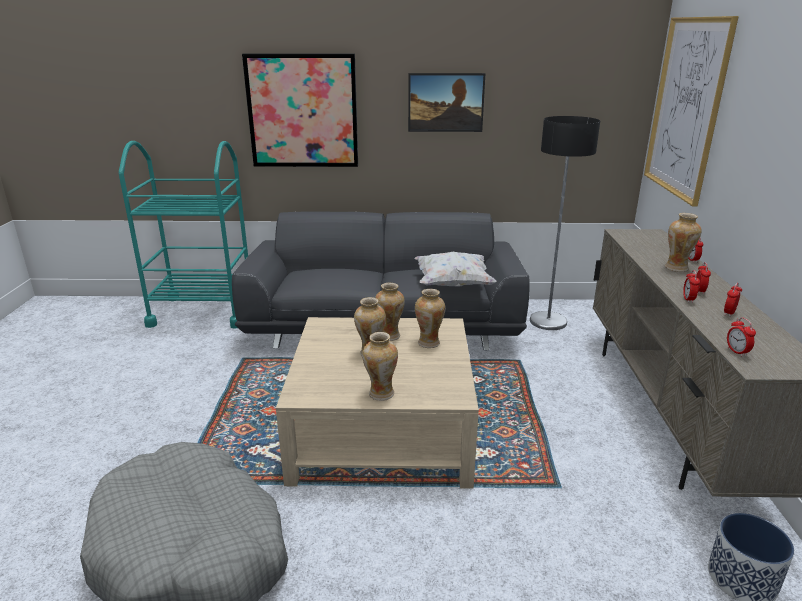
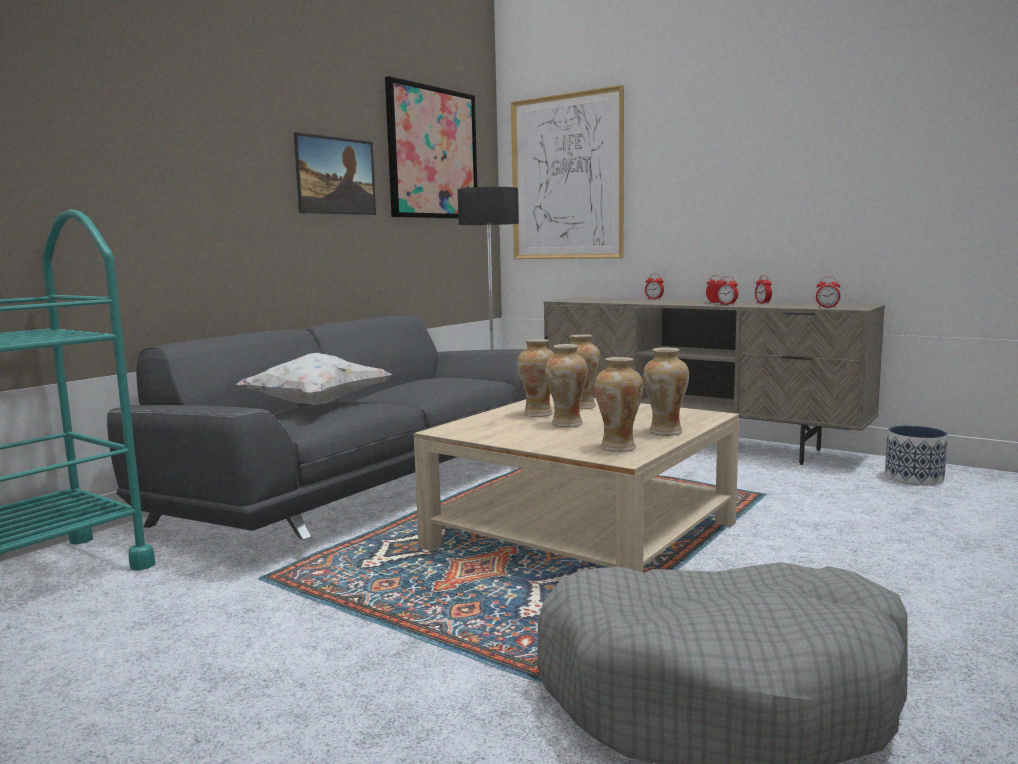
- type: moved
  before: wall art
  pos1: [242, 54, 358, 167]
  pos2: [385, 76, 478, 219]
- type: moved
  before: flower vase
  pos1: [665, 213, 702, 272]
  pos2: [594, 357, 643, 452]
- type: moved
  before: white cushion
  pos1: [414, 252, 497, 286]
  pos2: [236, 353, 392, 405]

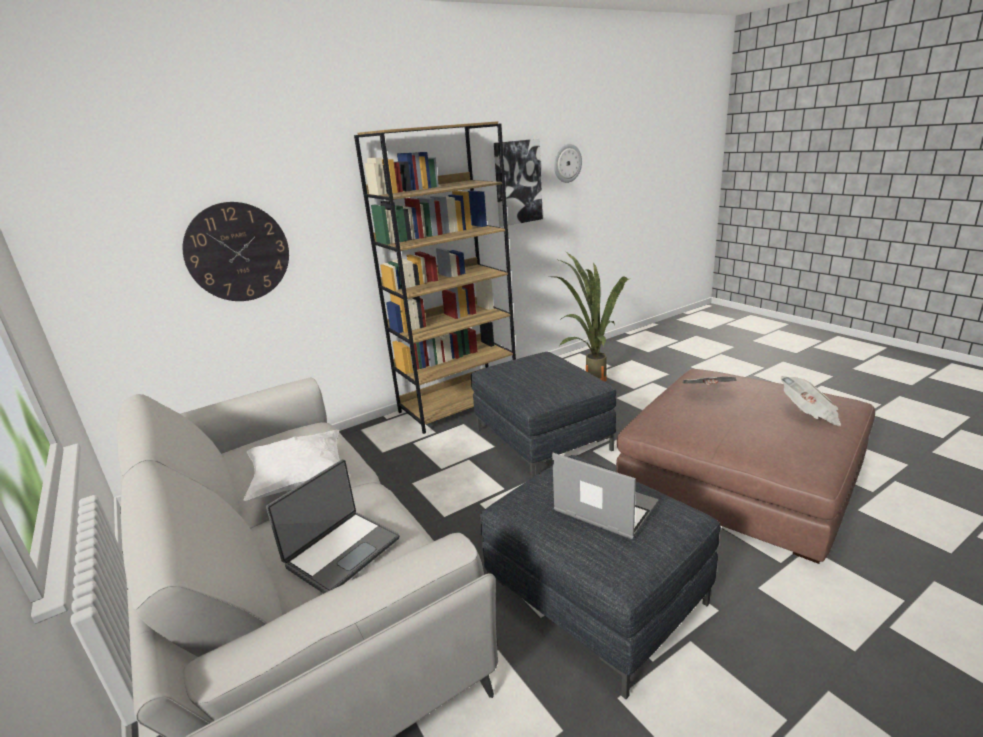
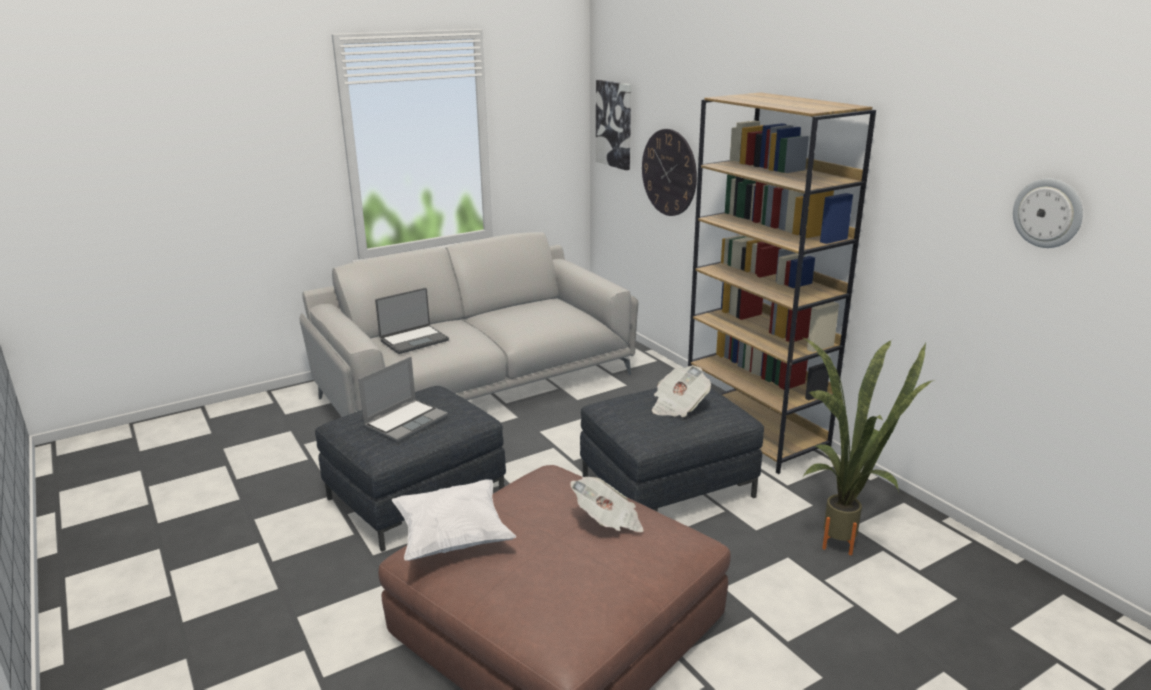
- type: moved
  before: wall art
  pos1: [494, 139, 543, 227]
  pos2: [596, 80, 631, 170]
- type: moved
  before: daily paper
  pos1: [780, 376, 841, 426]
  pos2: [652, 366, 711, 417]
- type: moved
  before: white cushion
  pos1: [244, 430, 349, 501]
  pos2: [392, 479, 516, 561]
- type: turned
  before: notebook computer
  pos1: [266, 459, 400, 593]
  pos2: [375, 288, 449, 354]
  turn: -75

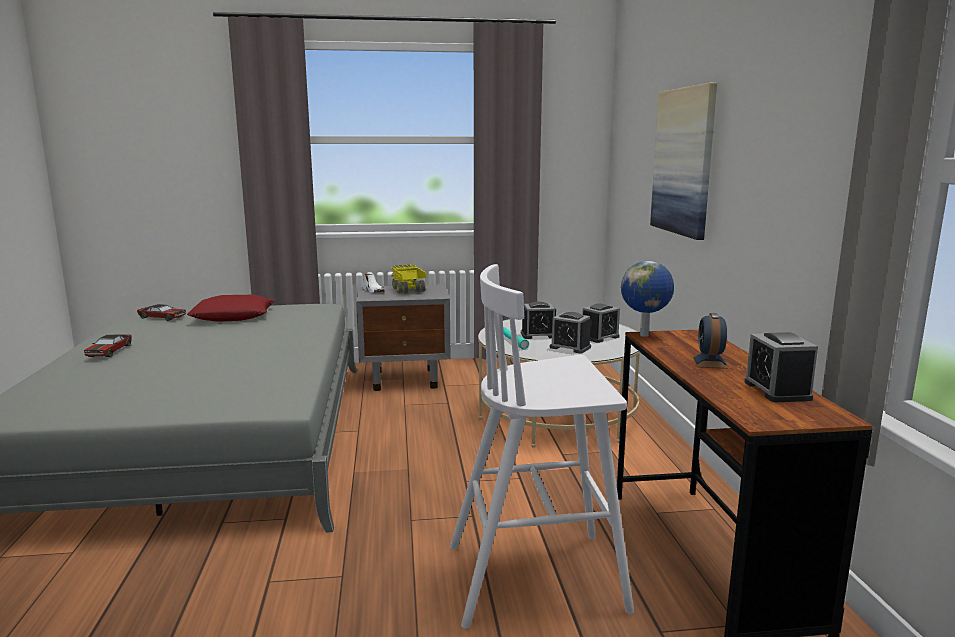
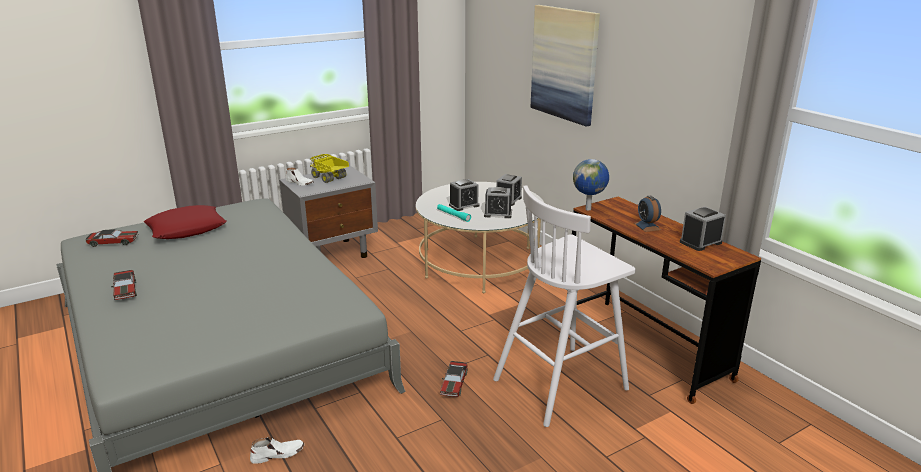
- type: turned
  before: alarm clock
  pos1: [744, 332, 818, 402]
  pos2: [680, 207, 726, 251]
  turn: 90
- type: added
  after: model car
  pos2: [440, 361, 467, 397]
- type: added
  after: white item of footwear
  pos2: [250, 437, 304, 464]

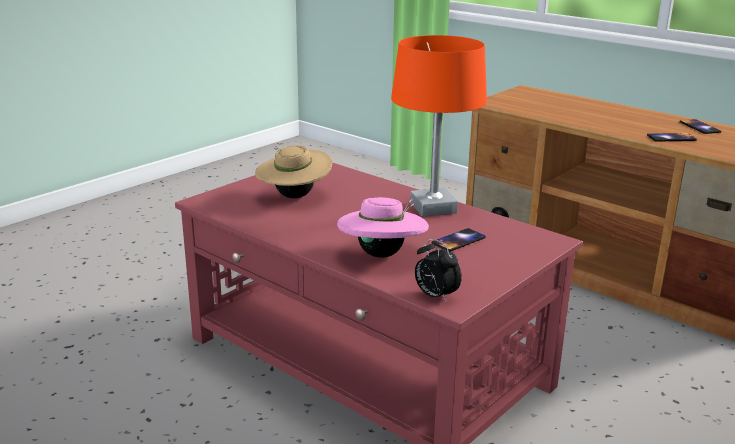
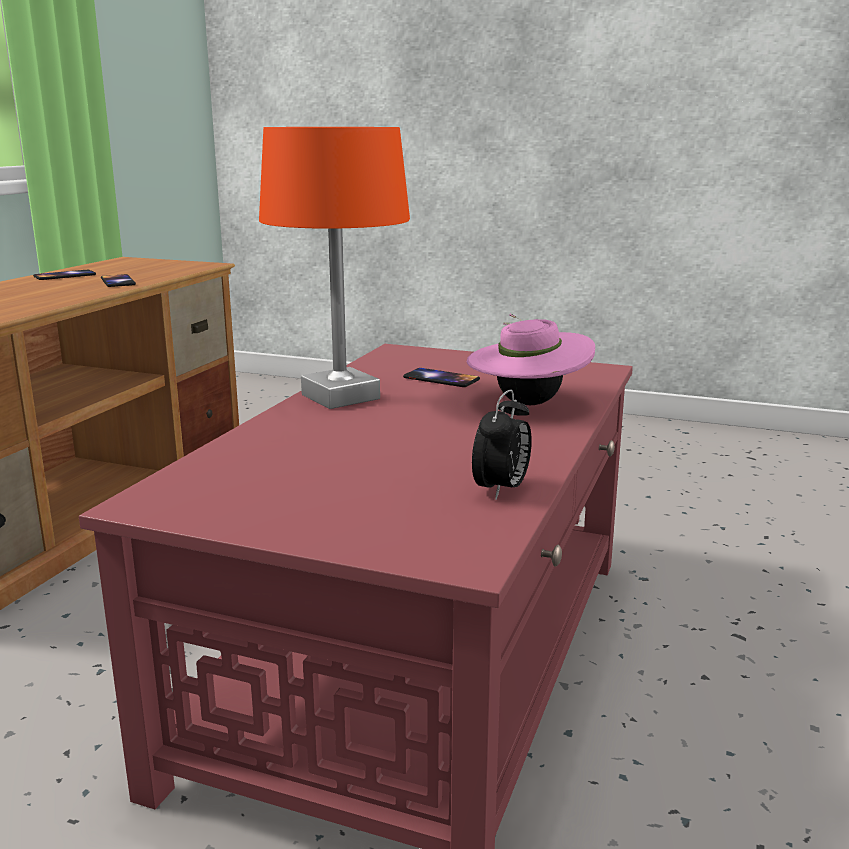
- type: removed
  before: beige-coloured clothing hat
  pos1: [255, 143, 332, 198]
- type: moved
  before: alarm clock
  pos1: [415, 239, 462, 303]
  pos2: [472, 390, 532, 500]

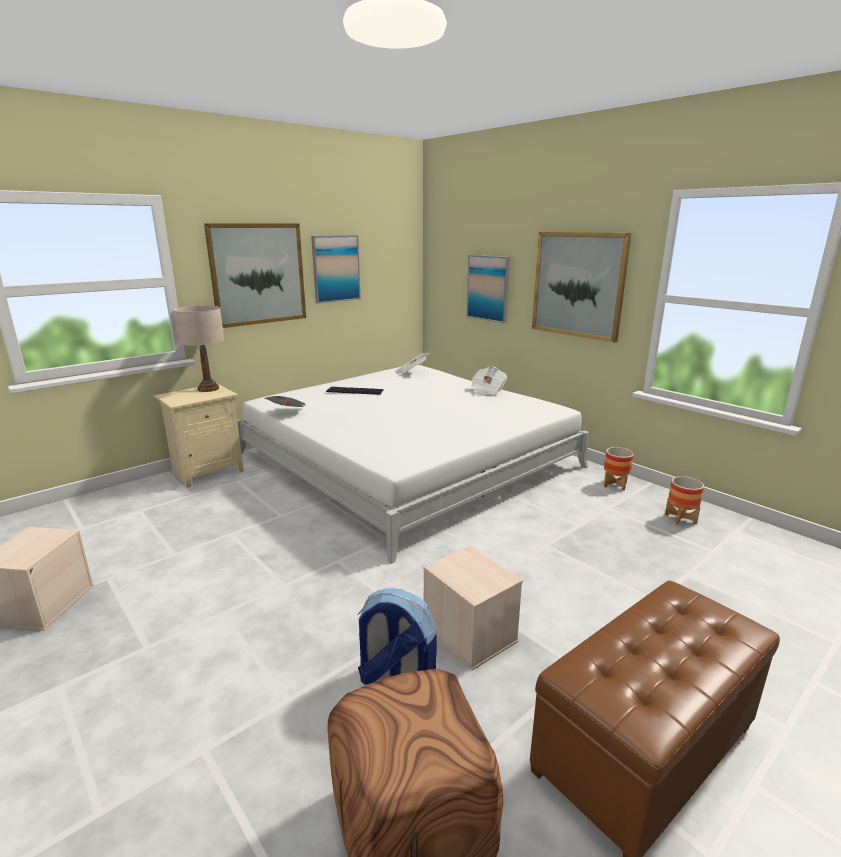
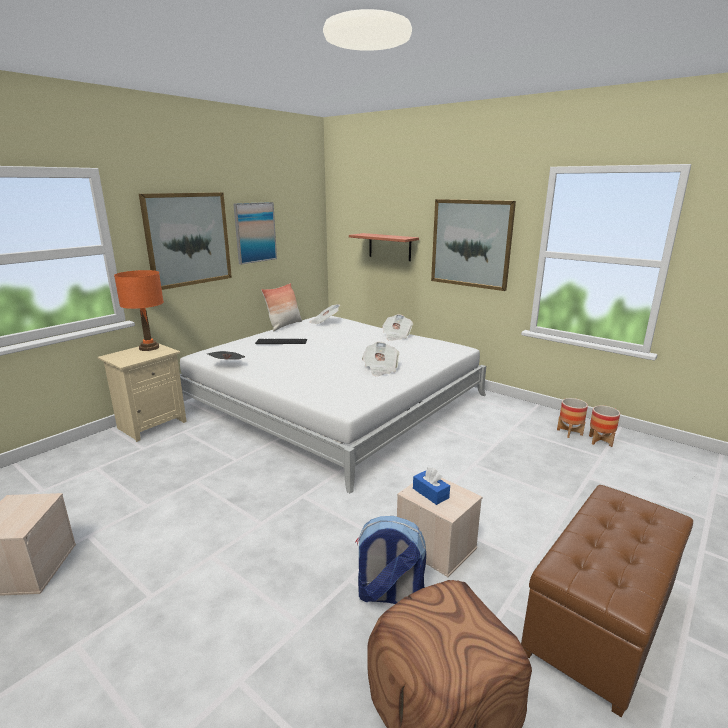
- type: replaced
  before: wall art
  after: wall shelf
  pos1: [467, 255, 510, 323]
  pos2: [349, 233, 419, 261]
- type: recoloured
  before: beige-coloured tabletop lamp
  after: orangey tabletop lamp
  pos1: [173, 306, 224, 392]
  pos2: [114, 270, 164, 351]
- type: moved
  before: plant pot
  pos1: [604, 447, 634, 491]
  pos2: [589, 406, 620, 447]
- type: added
  after: cushion
  pos2: [261, 283, 302, 331]
- type: added
  after: daily paper
  pos2: [362, 342, 400, 376]
- type: added
  after: blue tissue holder
  pos2: [413, 467, 450, 505]

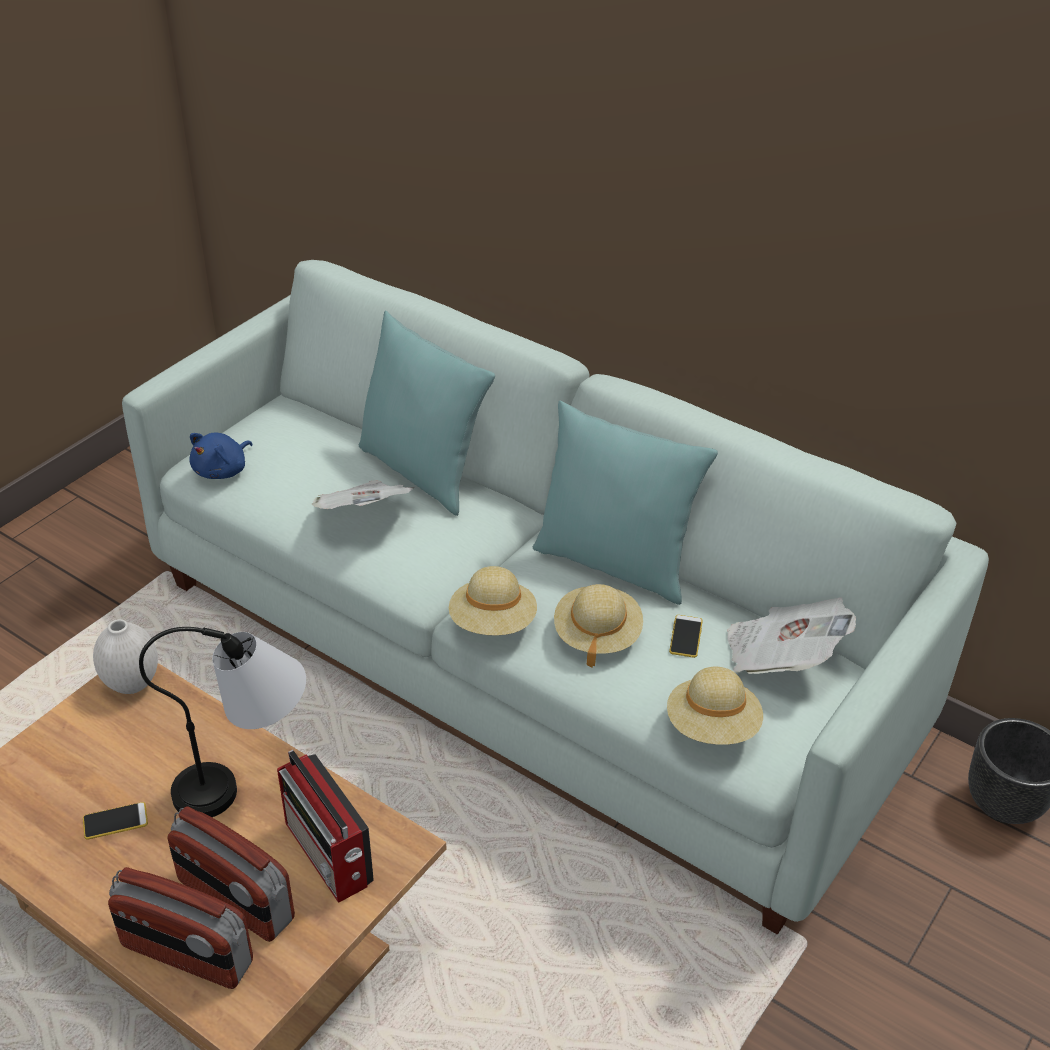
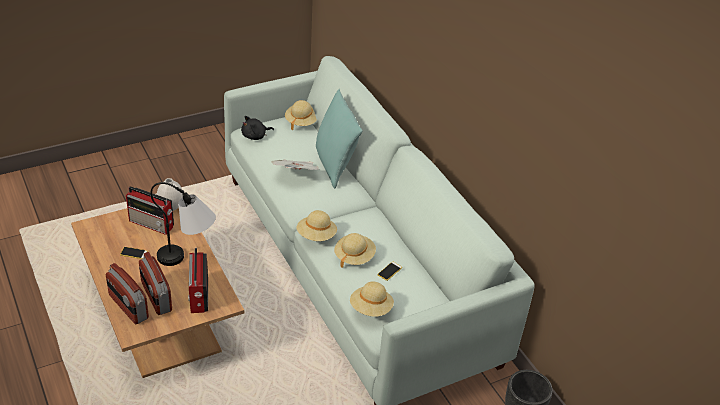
- type: removed
  before: blue-green cushion
  pos1: [533, 401, 718, 605]
- type: recoloured
  before: blue plush toy
  after: blackish plush toy
  pos1: [189, 433, 252, 479]
  pos2: [241, 116, 274, 140]
- type: removed
  before: daily paper
  pos1: [727, 597, 856, 674]
- type: added
  after: beige-coloured clothing hat
  pos2: [285, 100, 317, 130]
- type: added
  after: radio
  pos2: [126, 186, 174, 235]

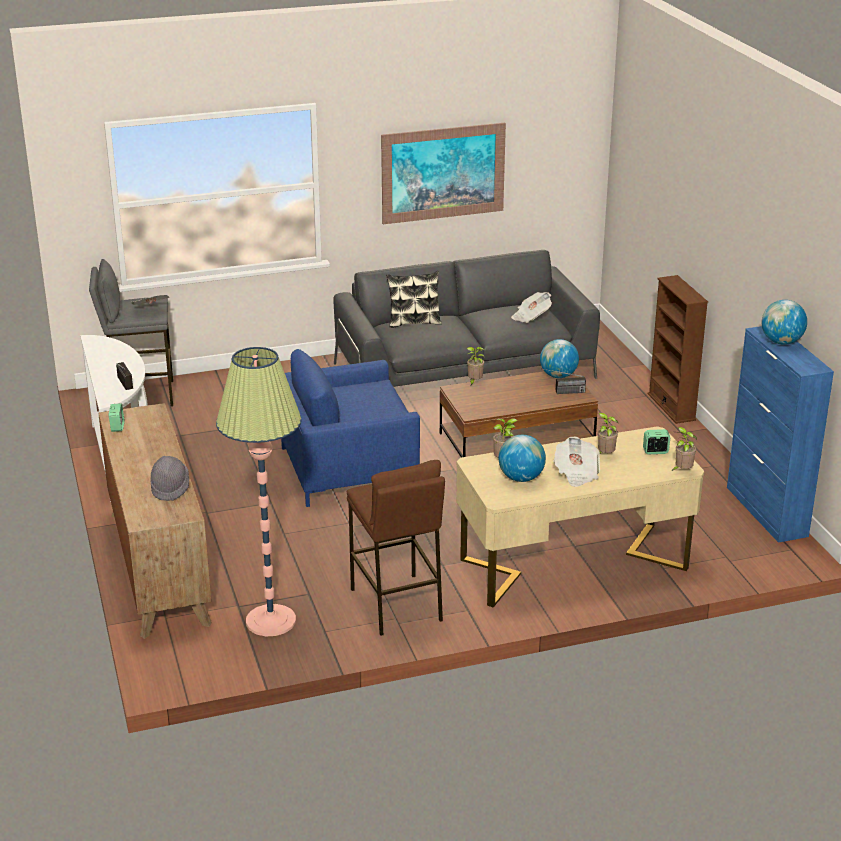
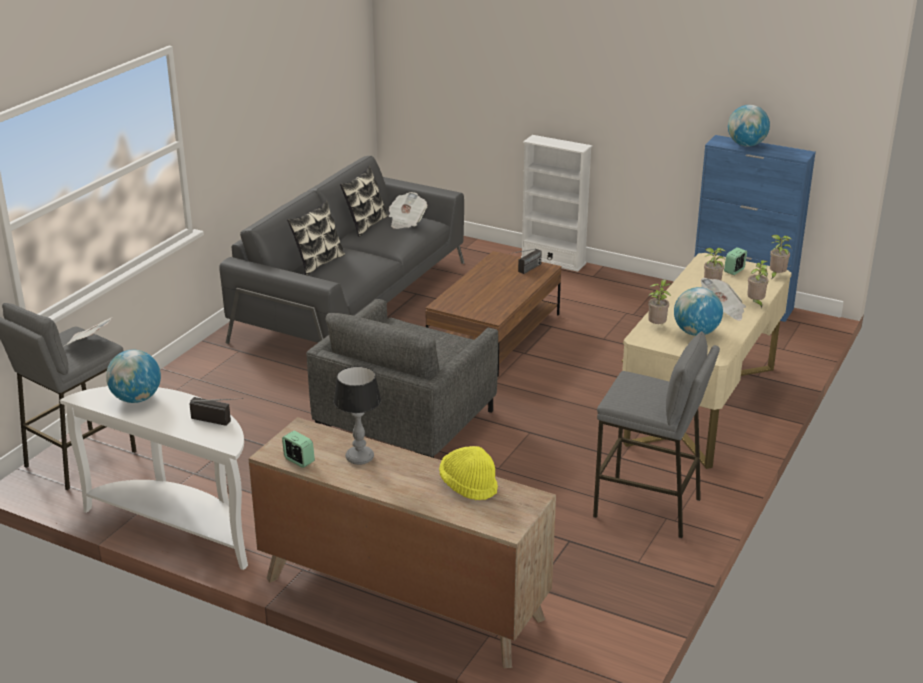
- type: removed
  before: wall art
  pos1: [381, 123, 506, 224]
- type: recoloured
  before: brown bookshelf
  after: white bookshelf
  pos1: [648, 275, 708, 424]
  pos2: [521, 135, 592, 272]
- type: moved
  before: desk globe
  pos1: [540, 339, 579, 378]
  pos2: [106, 350, 161, 403]
- type: removed
  before: standing lamp
  pos1: [216, 347, 302, 636]
- type: moved
  before: potted plant
  pos1: [466, 347, 485, 386]
  pos2: [747, 260, 768, 309]
- type: recoloured
  before: blue easy chair
  after: gray easy chair
  pos1: [281, 349, 420, 507]
  pos2: [306, 299, 498, 458]
- type: recoloured
  before: gray clothing hat
  after: yellow clothing hat
  pos1: [150, 456, 189, 501]
  pos2: [439, 446, 498, 500]
- type: recoloured
  before: brown stool
  after: gray stool
  pos1: [347, 460, 445, 636]
  pos2: [593, 331, 720, 538]
- type: added
  after: cushion
  pos2: [340, 166, 388, 237]
- type: added
  after: tabletop lamp
  pos2: [334, 366, 381, 465]

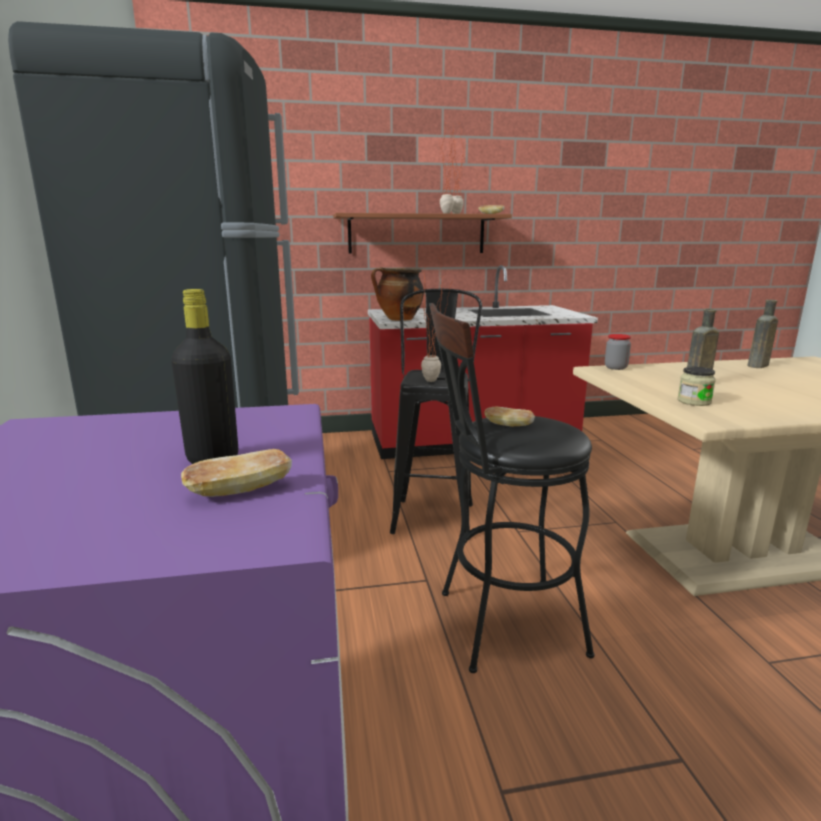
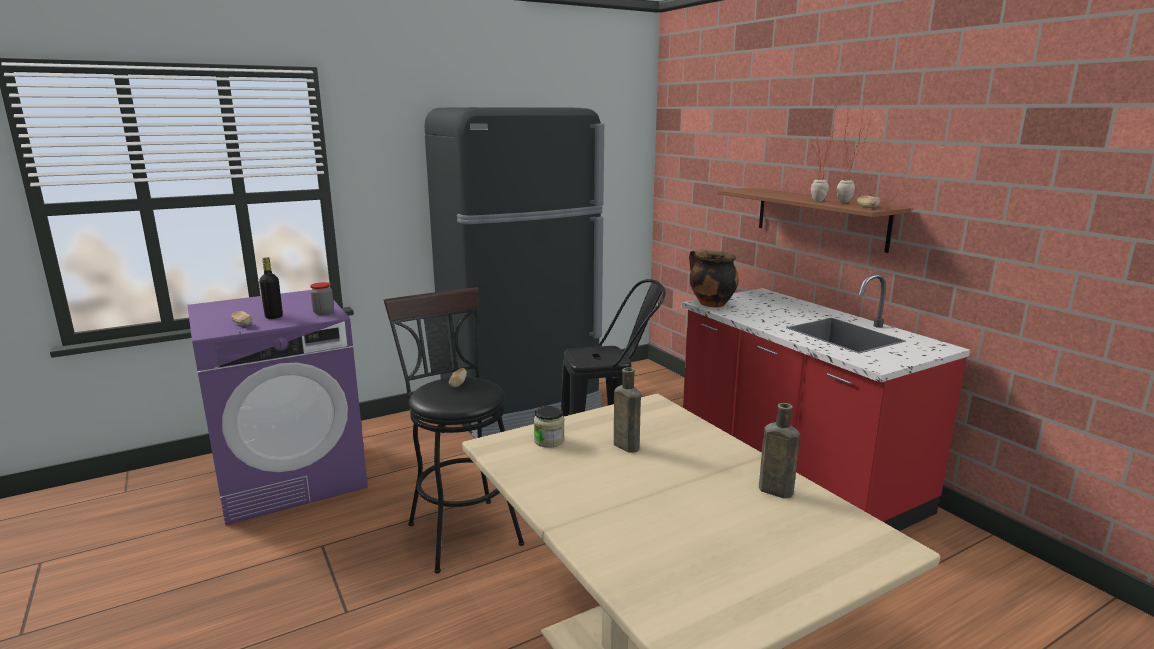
- type: removed
  before: potted plant
  pos1: [421, 253, 453, 382]
- type: moved
  before: storage jar
  pos1: [605, 334, 631, 370]
  pos2: [310, 282, 334, 315]

